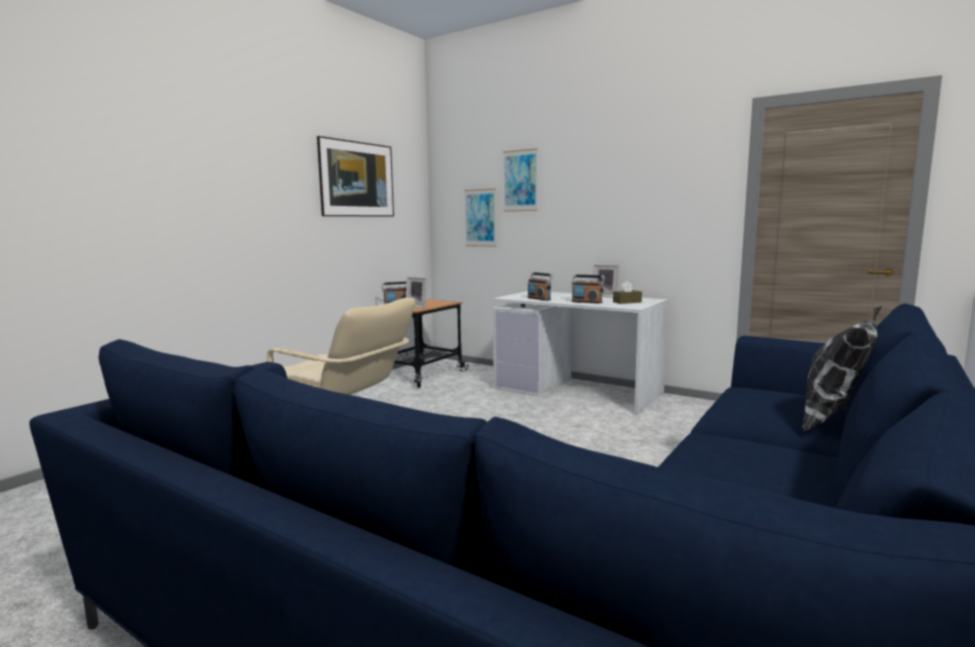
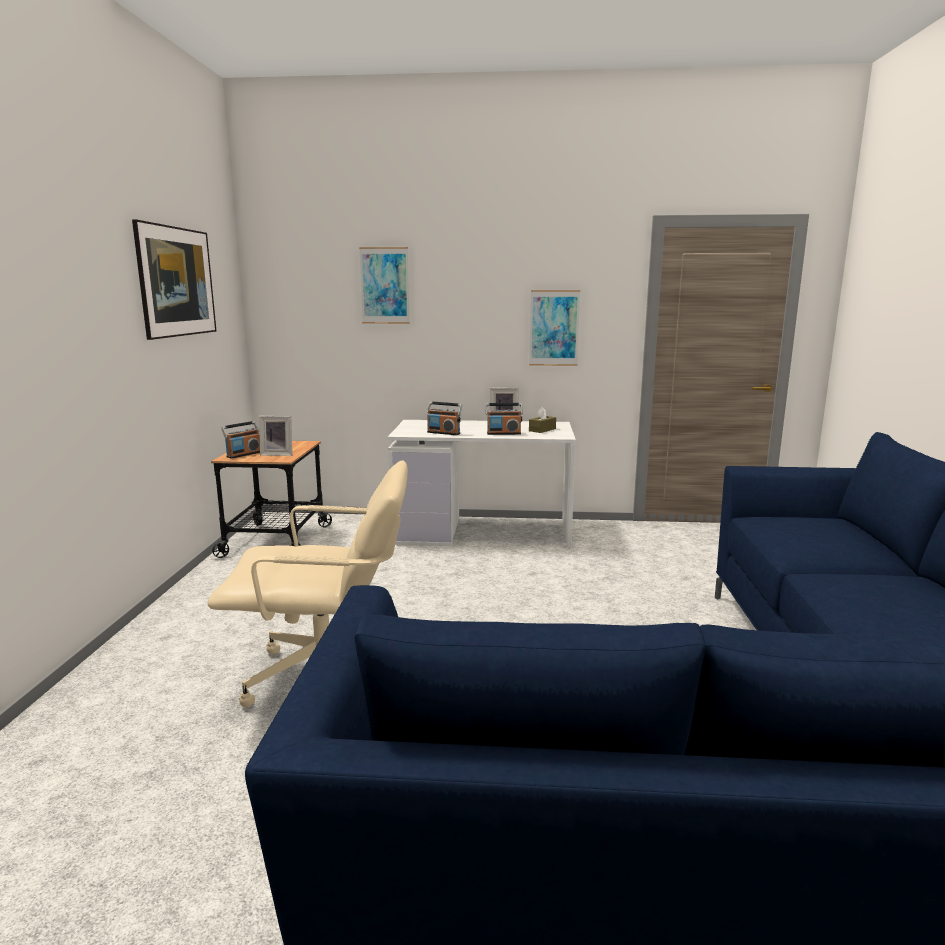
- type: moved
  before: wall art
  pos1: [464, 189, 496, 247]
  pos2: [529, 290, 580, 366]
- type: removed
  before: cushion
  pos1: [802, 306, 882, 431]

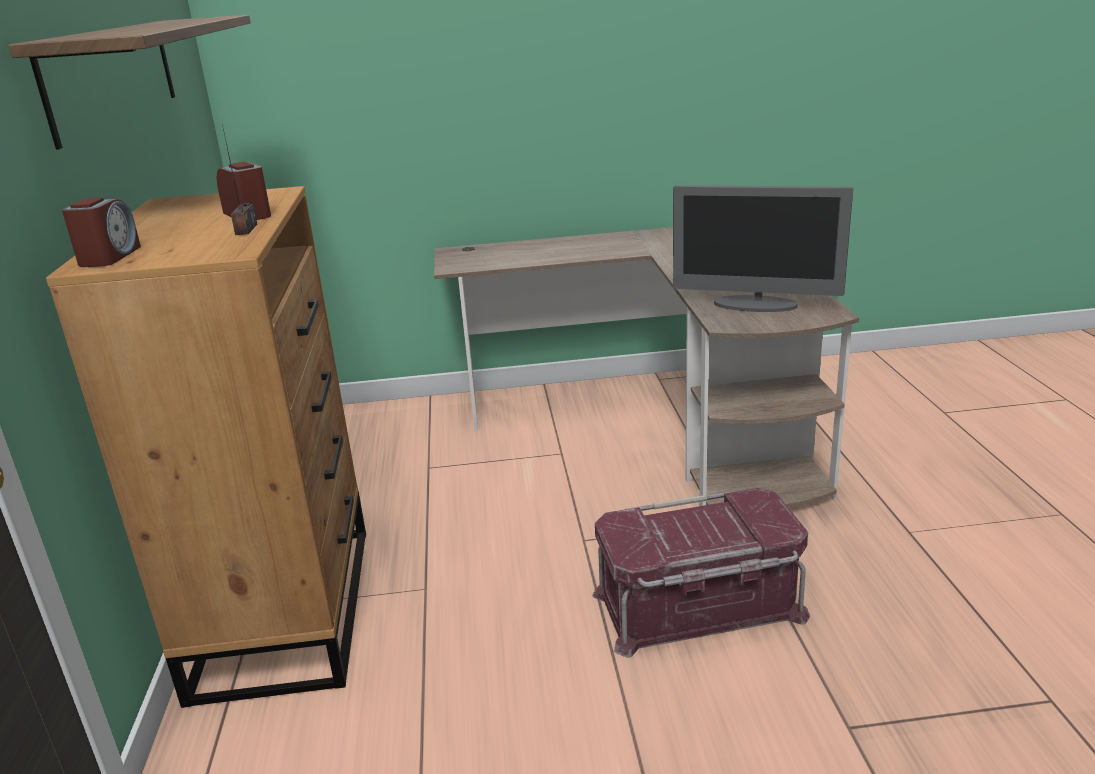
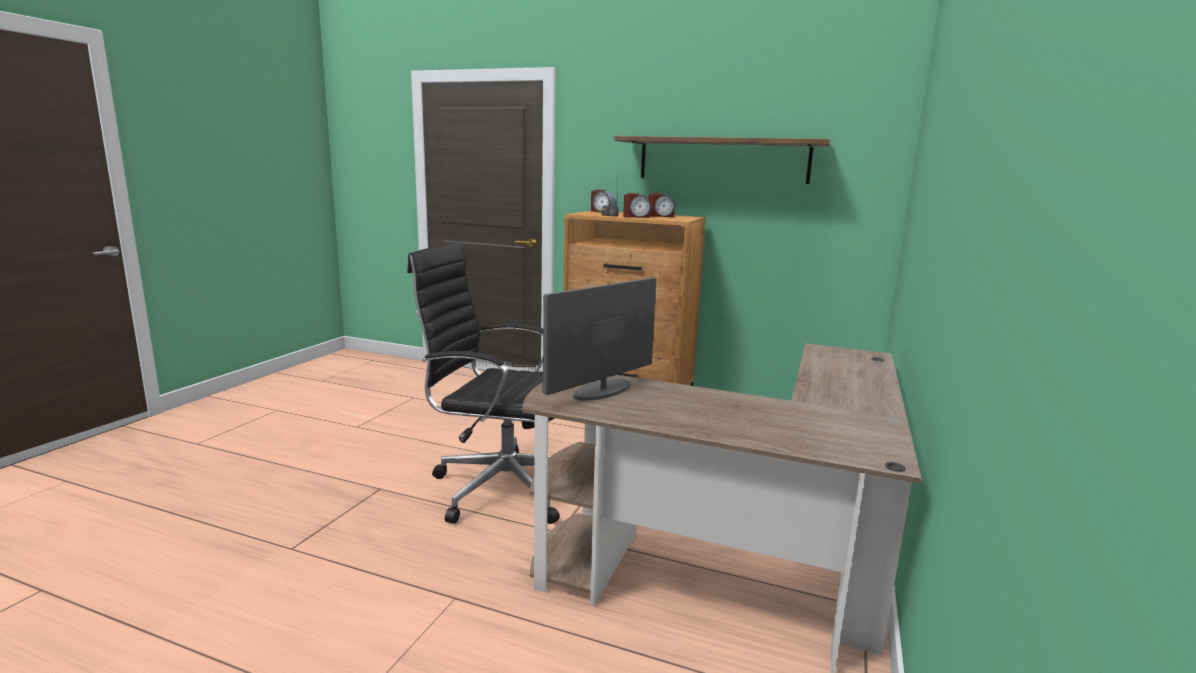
- type: replaced
  before: reddish storage bin
  after: blackish computer chair
  pos1: [593, 488, 810, 658]
  pos2: [407, 242, 560, 524]
- type: added
  after: alarm clock
  pos2: [648, 193, 675, 217]

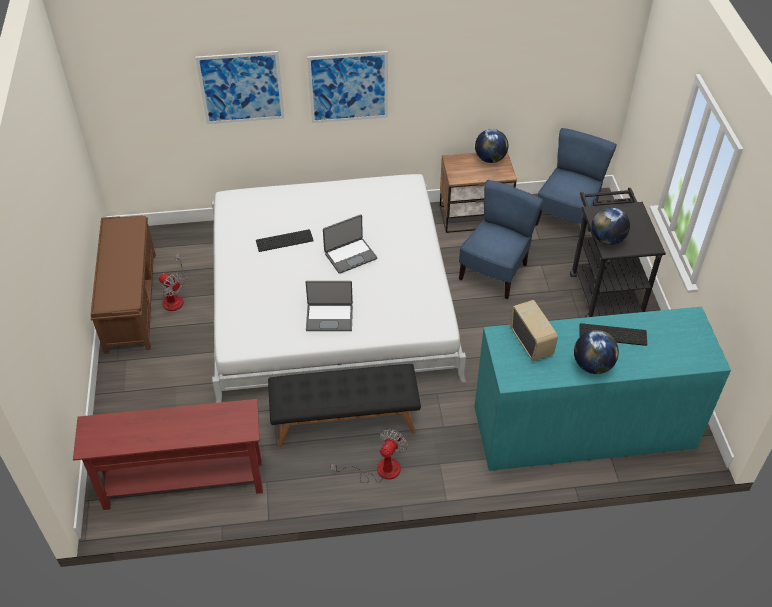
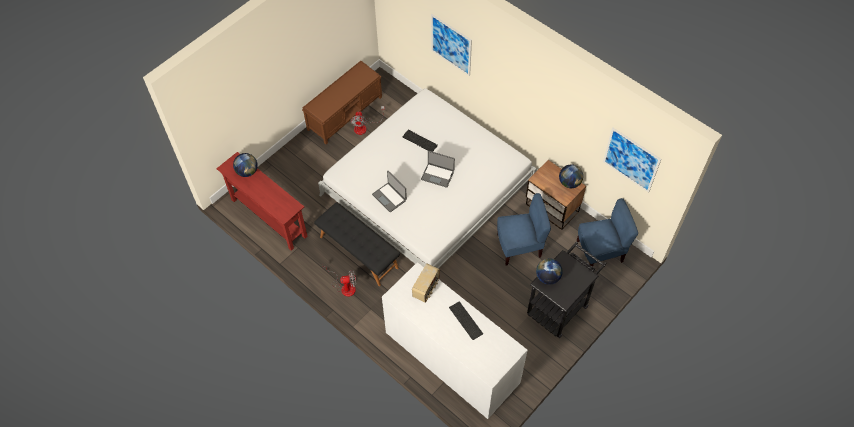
- type: moved
  before: wall art
  pos1: [307, 51, 388, 123]
  pos2: [603, 127, 661, 192]
- type: recoloured
  before: blue-green drawer chest
  after: white drawer chest
  pos1: [474, 307, 731, 471]
  pos2: [382, 262, 528, 419]
- type: moved
  before: desk globe
  pos1: [574, 330, 619, 374]
  pos2: [233, 153, 258, 177]

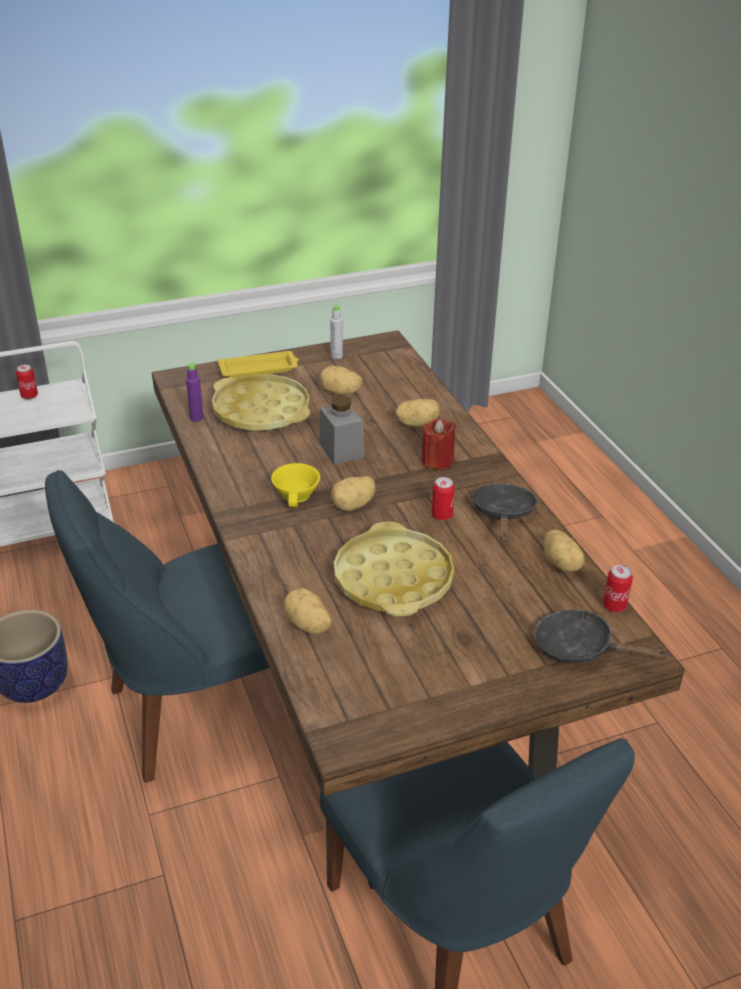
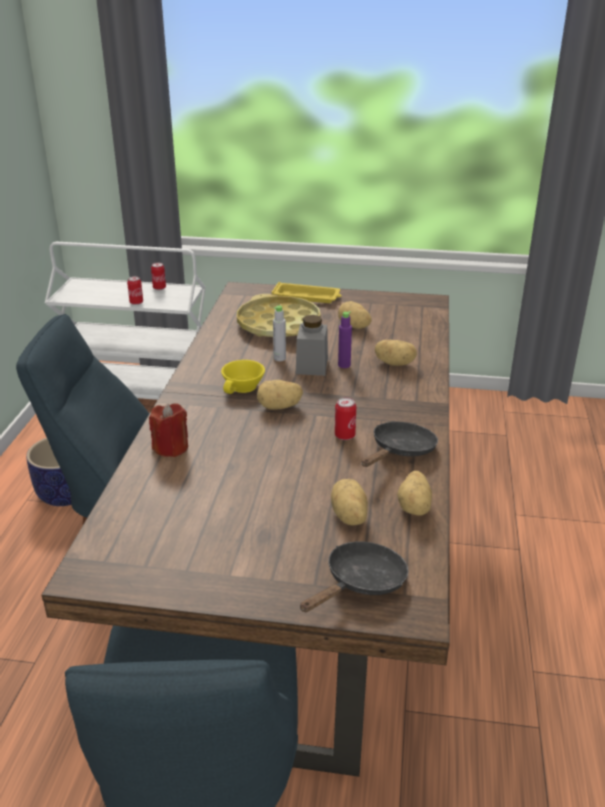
- type: moved
  before: gray bottle
  pos1: [330, 305, 343, 359]
  pos2: [273, 305, 286, 361]
- type: moved
  before: purplish bottle
  pos1: [186, 362, 204, 422]
  pos2: [338, 311, 352, 368]
- type: moved
  before: reddish candle
  pos1: [421, 418, 456, 470]
  pos2: [149, 403, 188, 457]
- type: removed
  before: yellow carrying tray
  pos1: [334, 522, 454, 616]
- type: moved
  before: sealed can
  pos1: [603, 565, 633, 612]
  pos2: [127, 276, 143, 305]
- type: moved
  before: spud
  pos1: [283, 588, 331, 634]
  pos2: [331, 479, 368, 525]
- type: turned
  before: blackish frying pan
  pos1: [534, 609, 670, 663]
  pos2: [300, 541, 408, 612]
  turn: 75

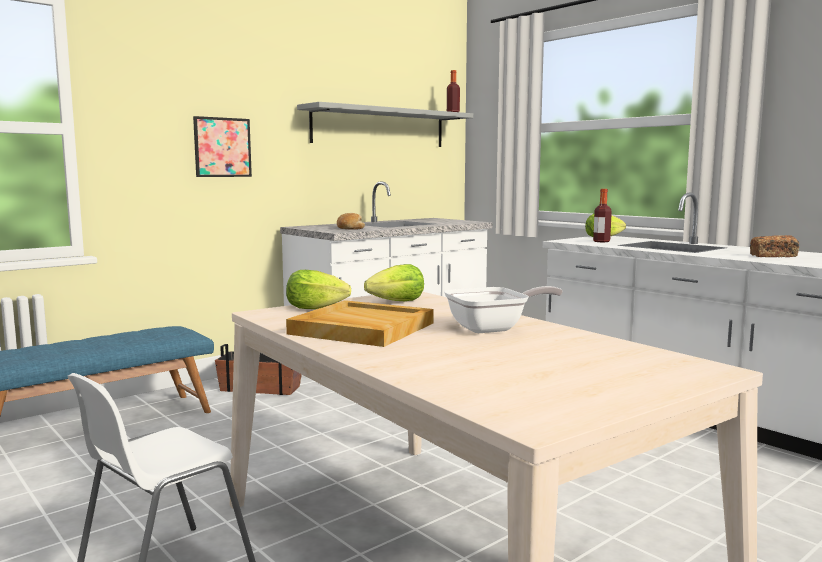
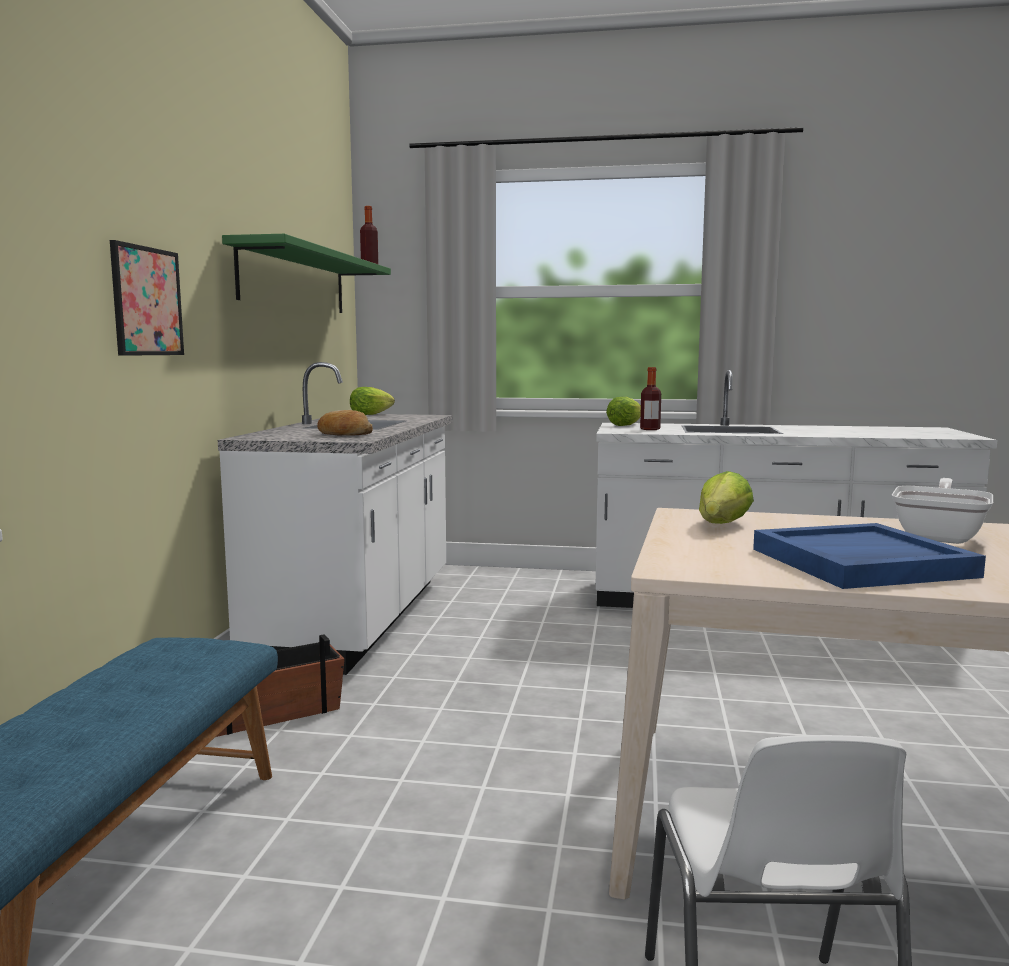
- type: recoloured
  before: gray wall shelf
  after: greenish wall shelf
  pos1: [297, 102, 473, 147]
  pos2: [222, 234, 391, 313]
- type: removed
  before: bread
  pos1: [750, 235, 799, 257]
- type: moved
  before: lettuce
  pos1: [286, 270, 351, 309]
  pos2: [350, 387, 395, 415]
- type: recoloured
  before: beige-coloured carrying tray
  after: blue carrying tray
  pos1: [286, 300, 433, 347]
  pos2: [753, 523, 986, 589]

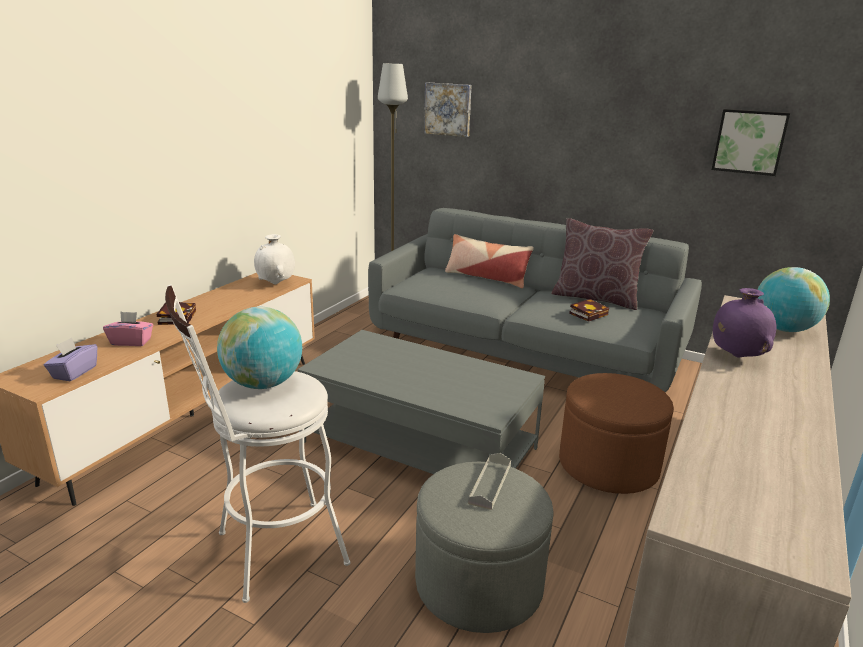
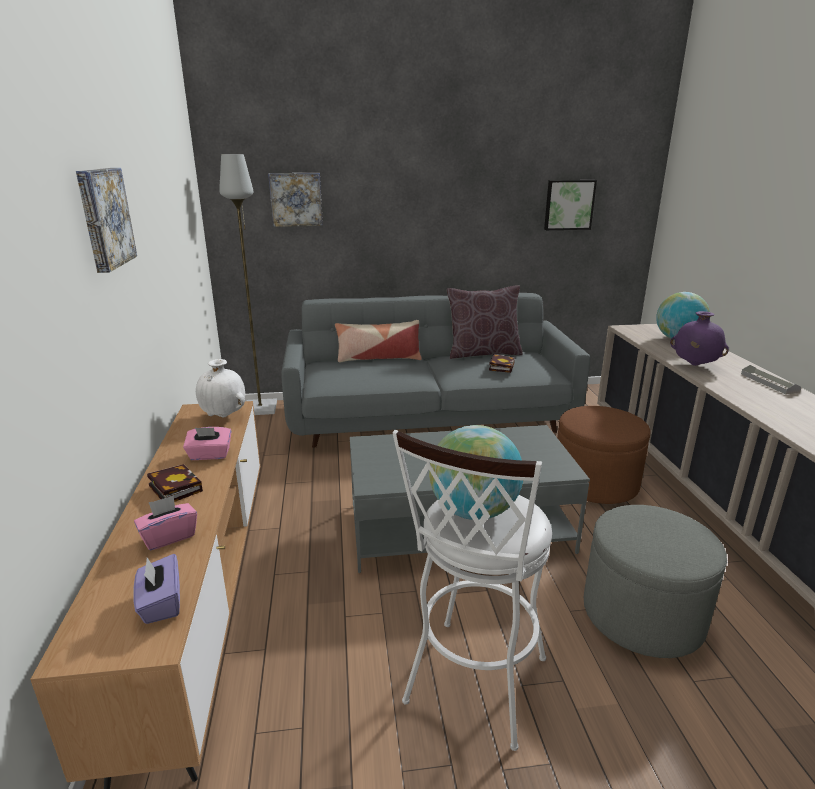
- type: moved
  before: gray carrying tray
  pos1: [468, 453, 511, 510]
  pos2: [741, 365, 802, 394]
- type: added
  after: wall art
  pos2: [76, 168, 137, 273]
- type: added
  after: pink tissue holder
  pos2: [183, 427, 231, 460]

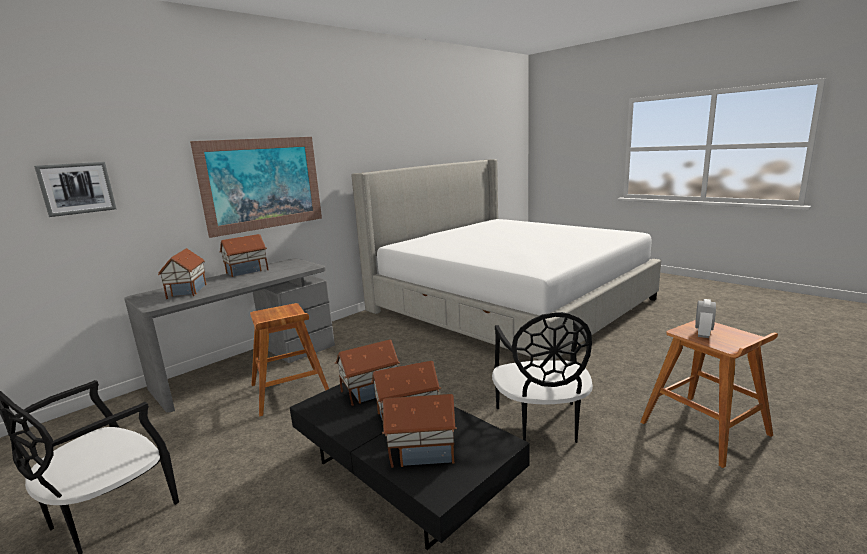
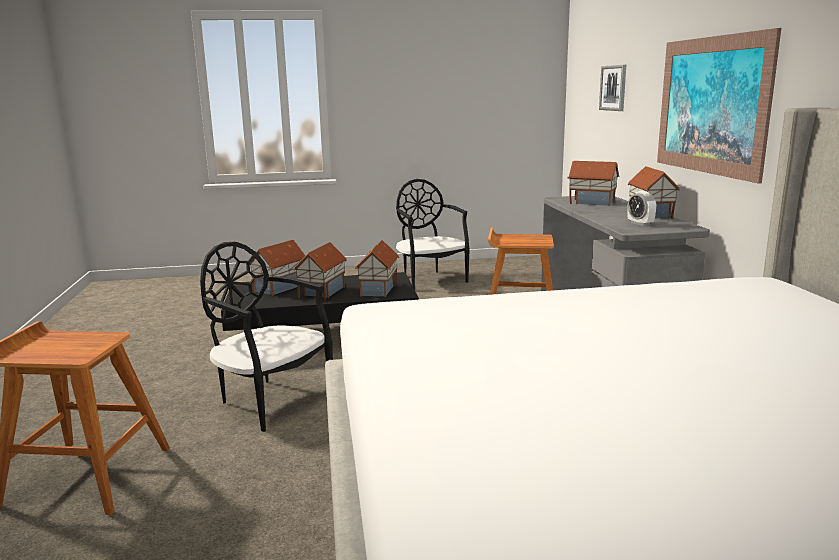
- type: moved
  before: alarm clock
  pos1: [695, 299, 716, 338]
  pos2: [627, 191, 656, 226]

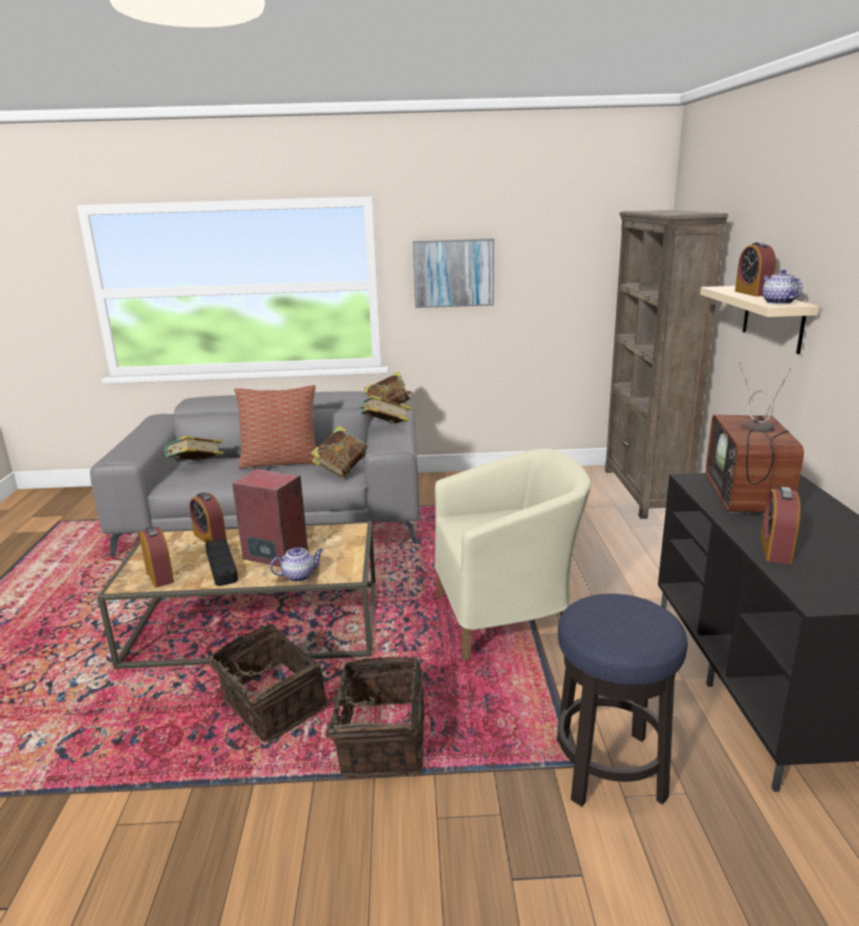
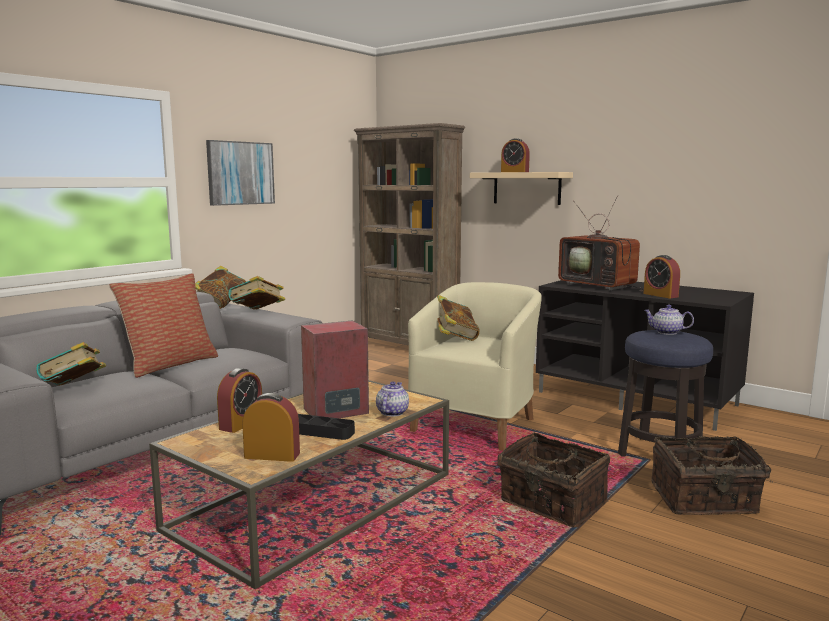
- type: moved
  before: teapot
  pos1: [763, 270, 802, 304]
  pos2: [644, 305, 694, 335]
- type: moved
  before: volume
  pos1: [311, 426, 368, 478]
  pos2: [437, 295, 479, 341]
- type: turned
  before: alarm clock
  pos1: [190, 492, 227, 543]
  pos2: [217, 368, 262, 433]
  turn: -60
- type: moved
  before: household basket
  pos1: [209, 624, 328, 742]
  pos2: [651, 436, 773, 515]

